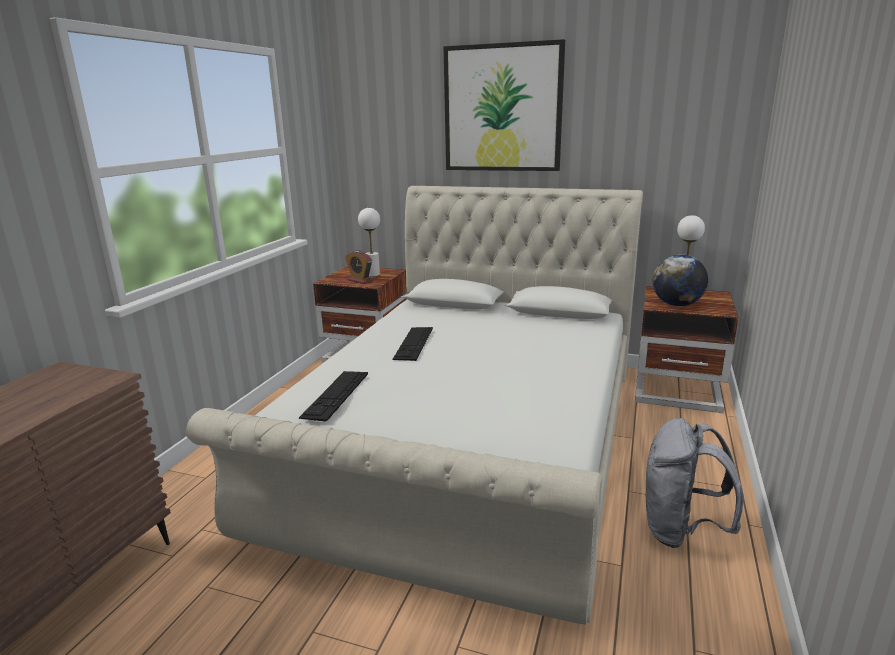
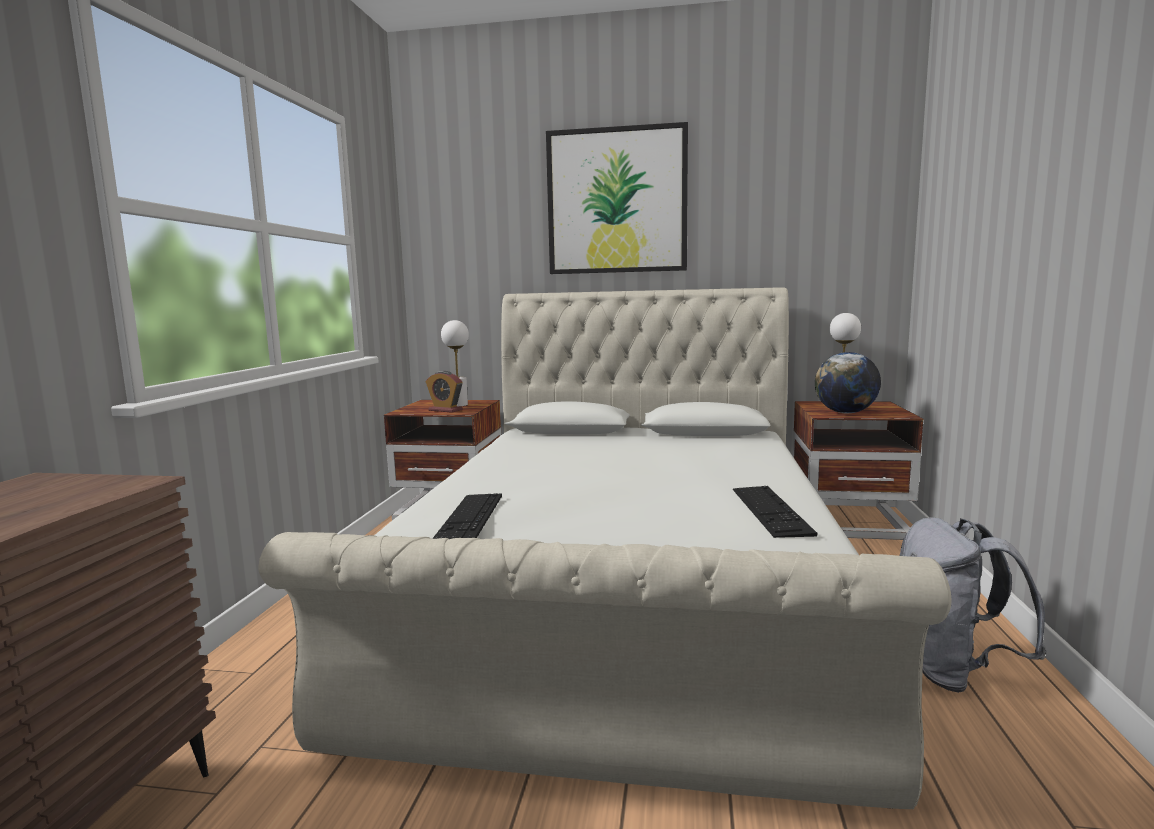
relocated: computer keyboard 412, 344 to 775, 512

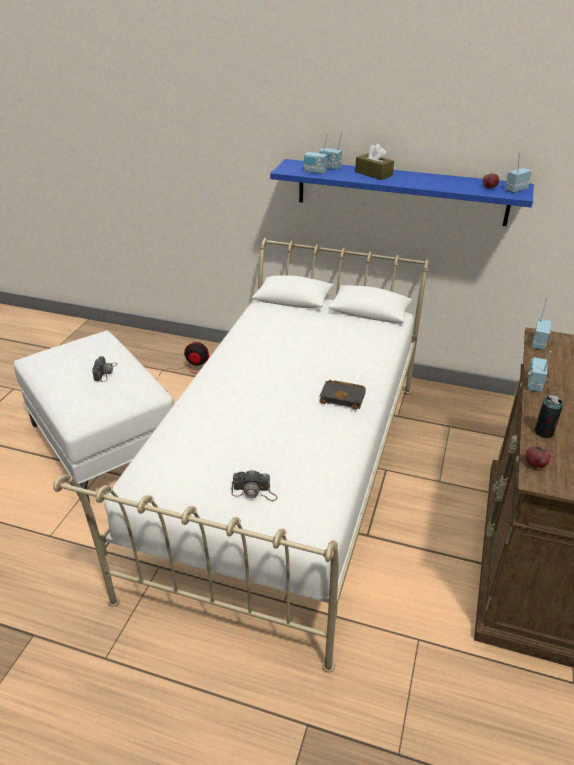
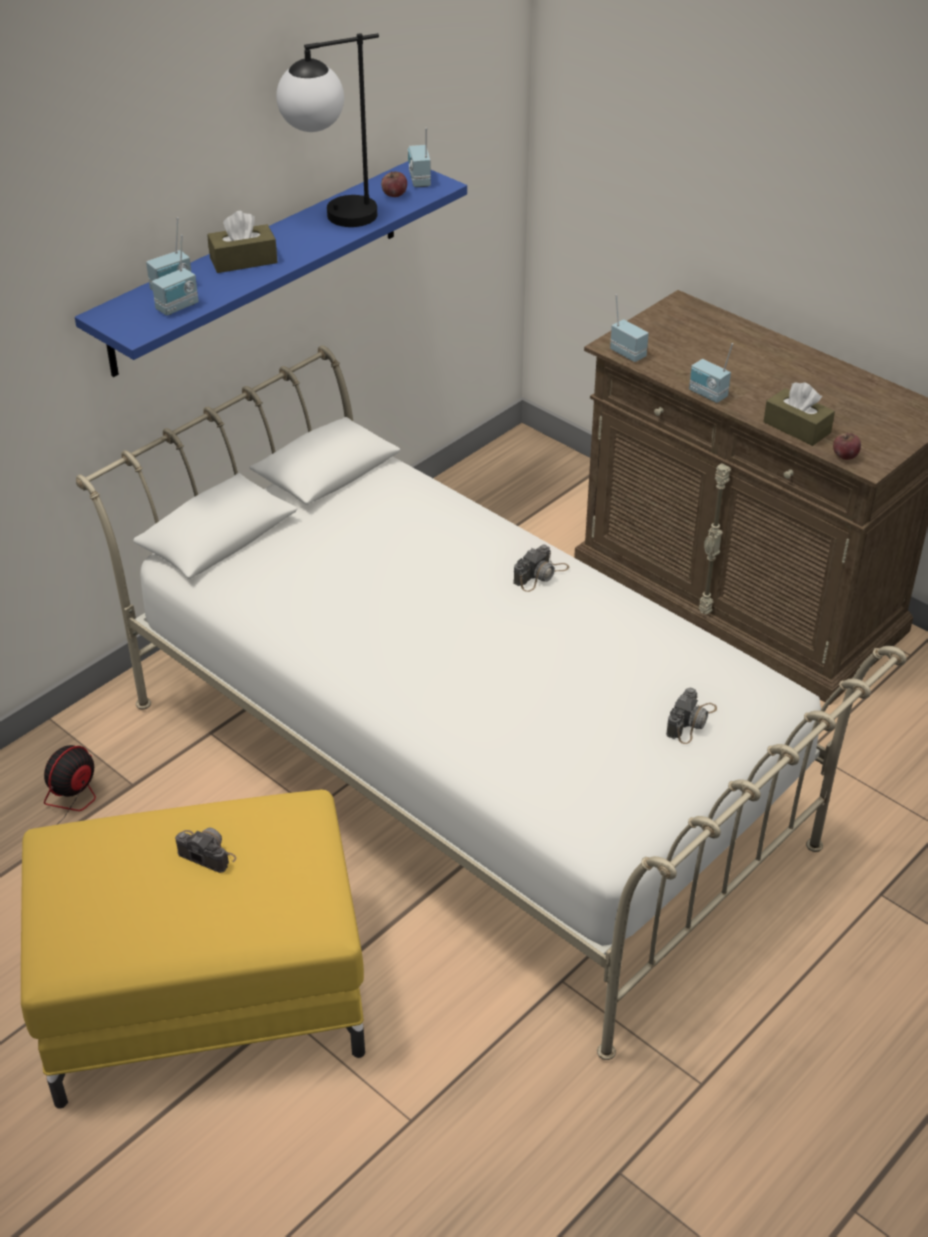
appeared: lamp for a table 327, 130
exchanged: black bound book 342, 395 to still camera 541, 568; sealed can 548, 416 to brown tissue holder 799, 414
colour: whitish footrest 93, 416 to yellow footrest 193, 949

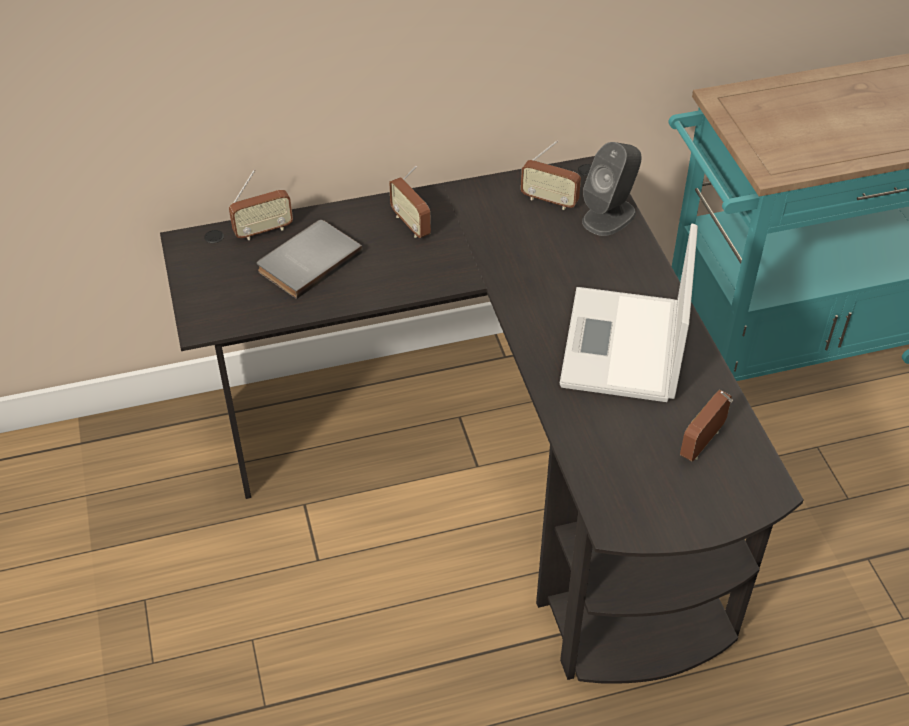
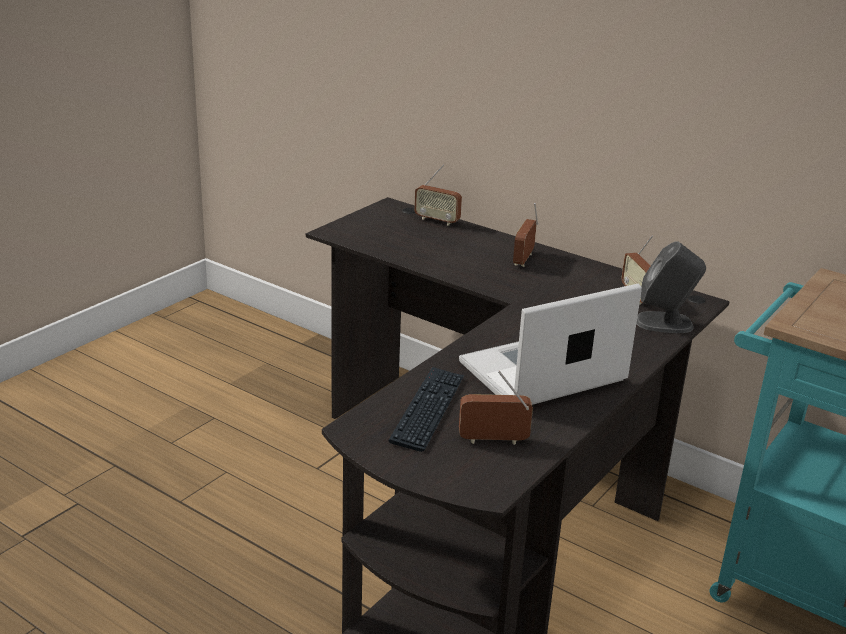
missing: grey bound book 310, 259
appeared: computer keyboard 426, 409

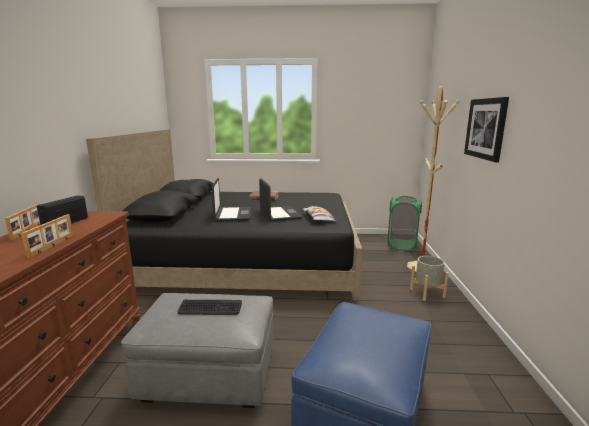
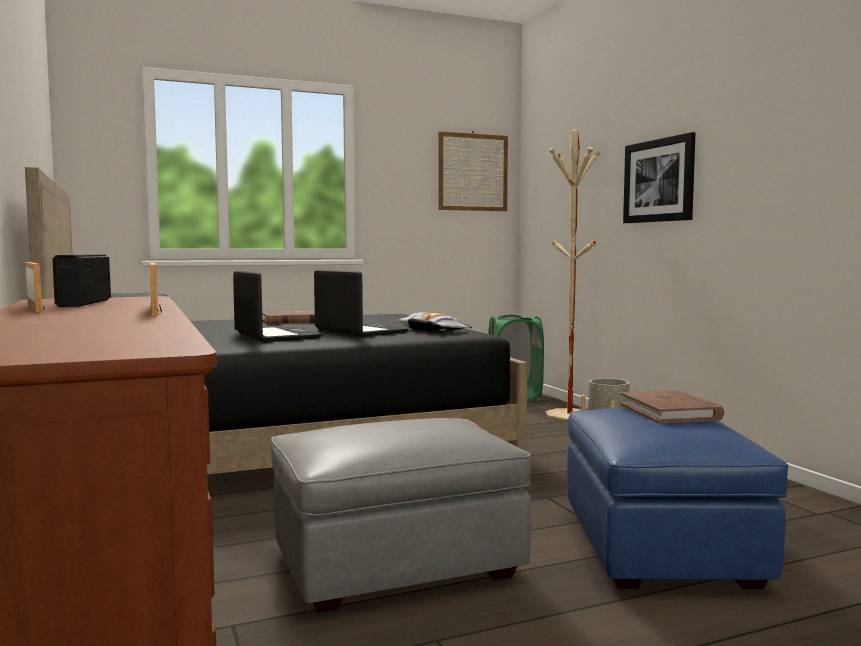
missing: computer keyboard 210, 307
appeared: picture 473, 171; brown bound book 672, 406

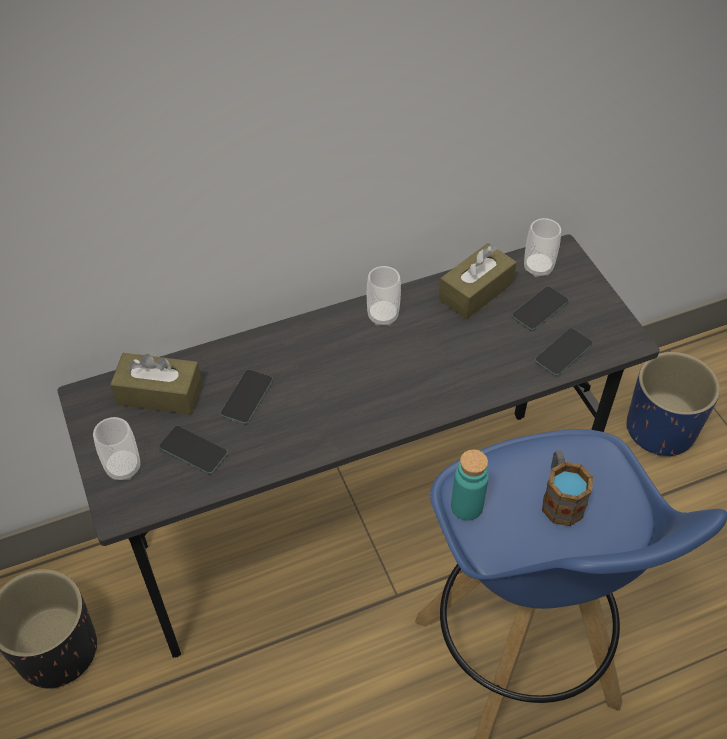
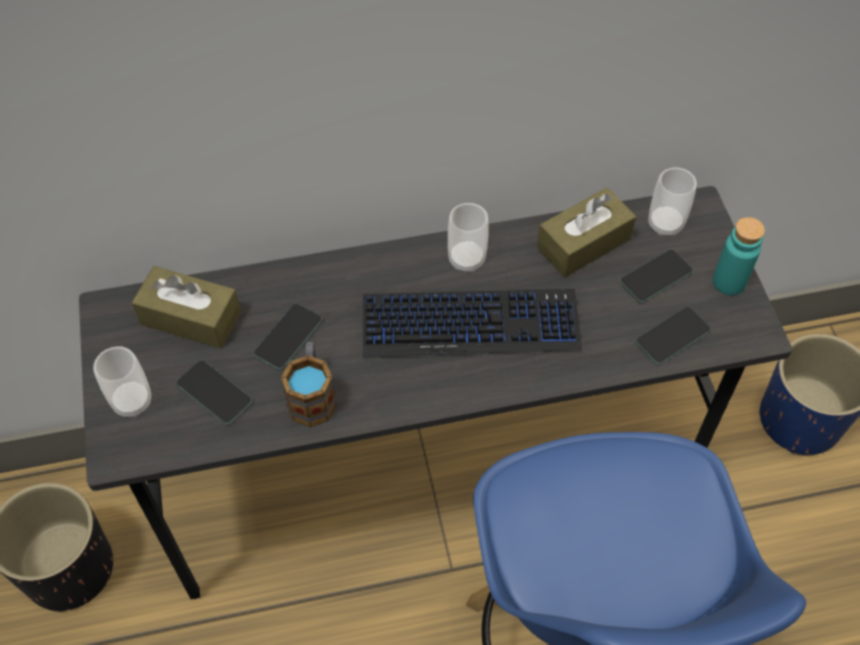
appeared: computer keyboard 472, 323
relocated: turquoise-coloured beverage bottle 470, 485 to 739, 256; mug 567, 488 to 309, 385

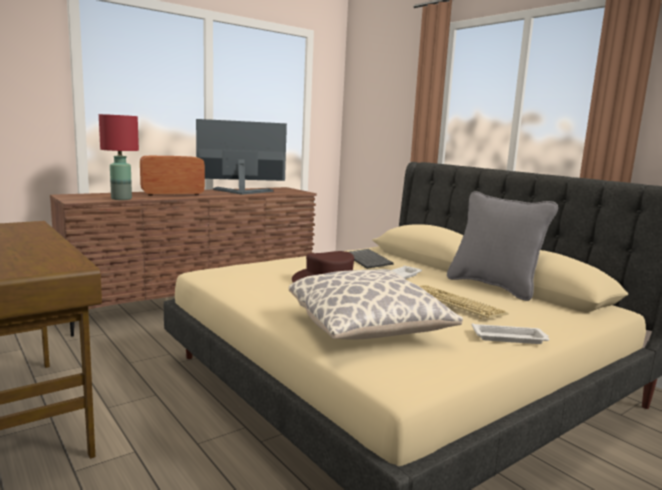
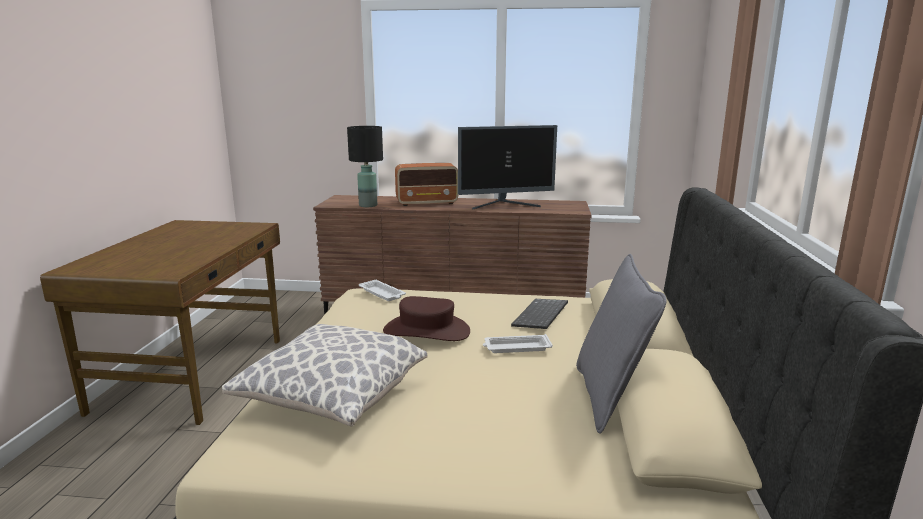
missing: computer keyboard 464, 302
relocated: whitish carrying tray 510, 333 to 382, 290
colour: red lamp for a table 119, 157 to black lamp for a table 365, 166
spun: radio receiver 172, 176 = 426, 184 150 degrees clockwise; monitor 241, 157 = 507, 167 135 degrees clockwise

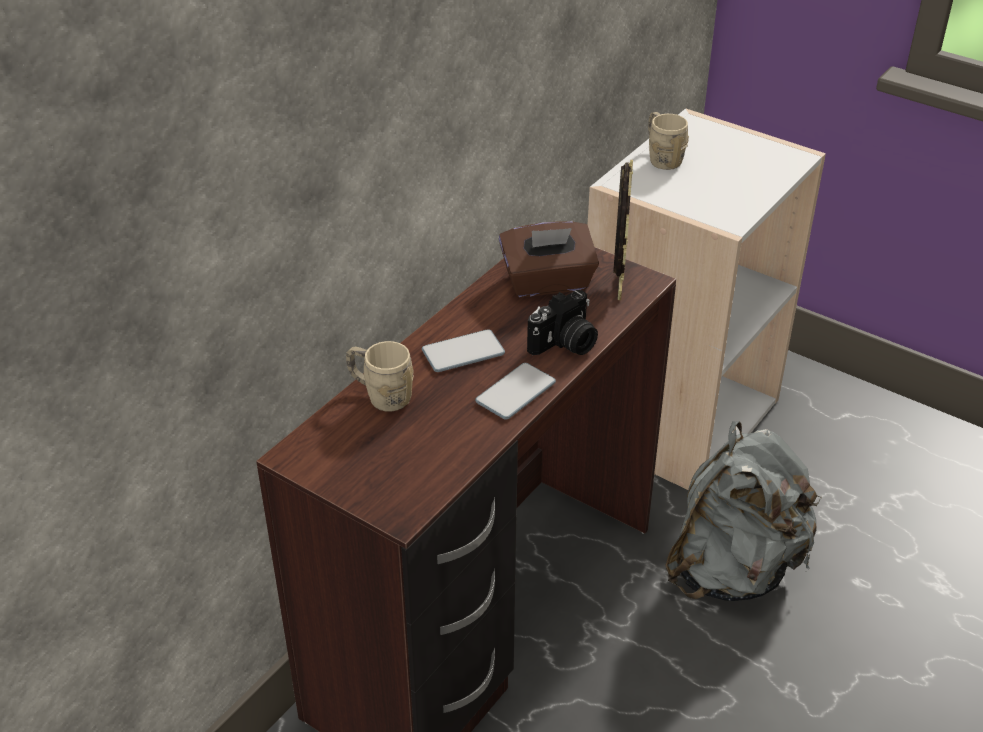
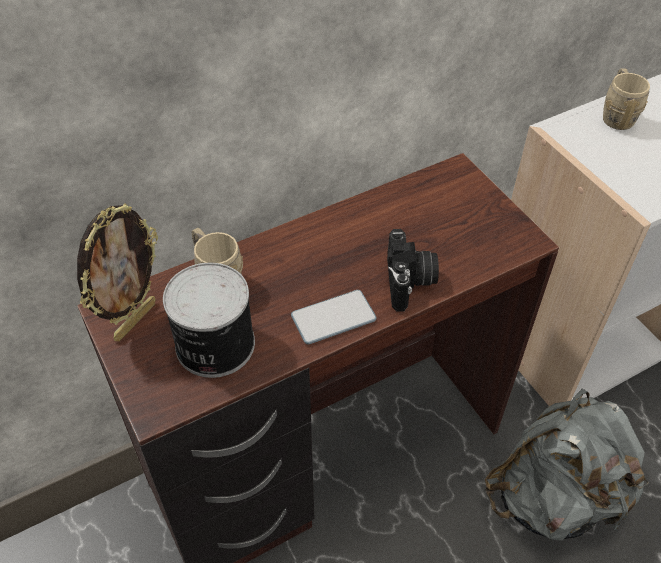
missing: handset 463, 350; brown tissue holder 549, 259
appeared: sealed can 209, 320
relocated: picture frame 623, 230 to 117, 272
spun: still camera 562, 322 = 413, 270 75 degrees counterclockwise

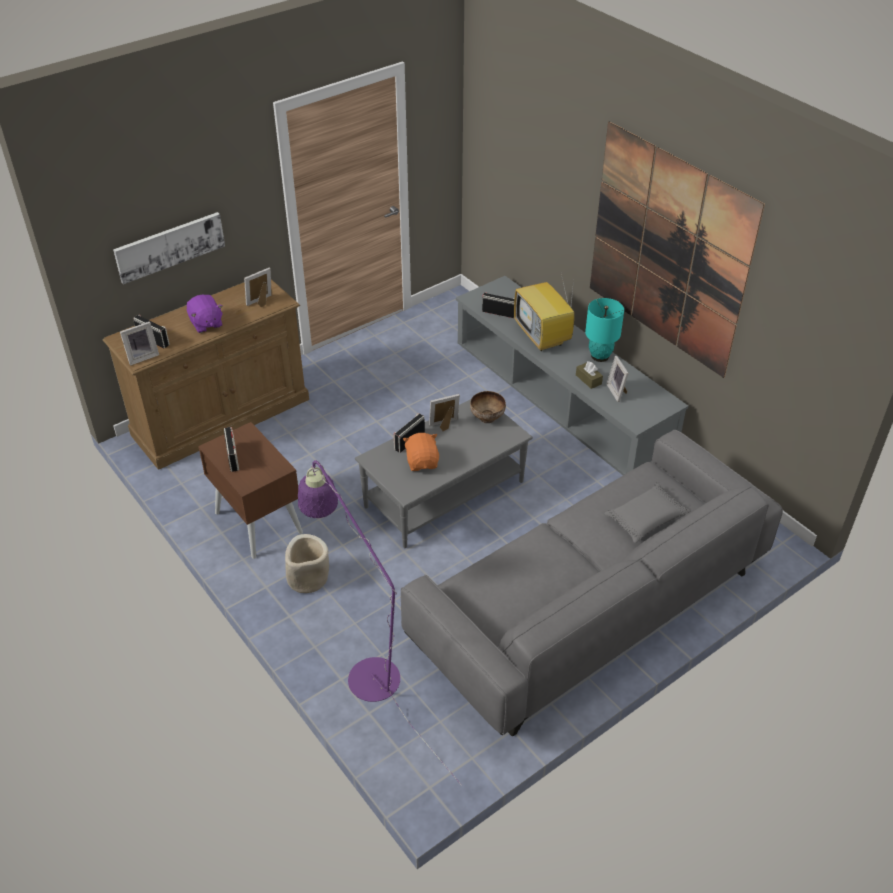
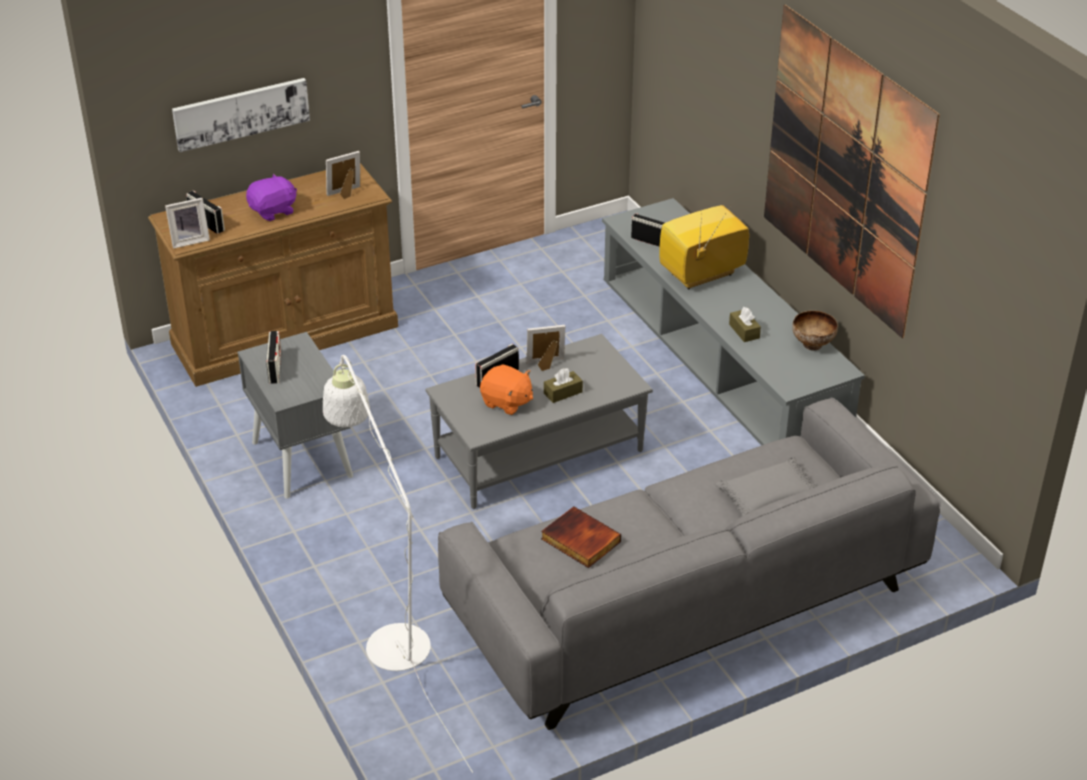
missing: beige flower pot 307, 563; turquoise-coloured lamp for a table 604, 330; picture frame 618, 379
appeared: bound book 581, 537; brown tissue holder 563, 385
relocated: bowl 488, 407 to 815, 331
colour: brown night table 250, 490 to grey night table 295, 415; purplish floor lamp 379, 622 to whitish floor lamp 398, 564
spun: purplish plush toy 205, 314 = 271, 197 105 degrees counterclockwise; orangey plush toy 421, 452 = 506, 389 120 degrees clockwise; television 544, 312 = 704, 247 75 degrees clockwise

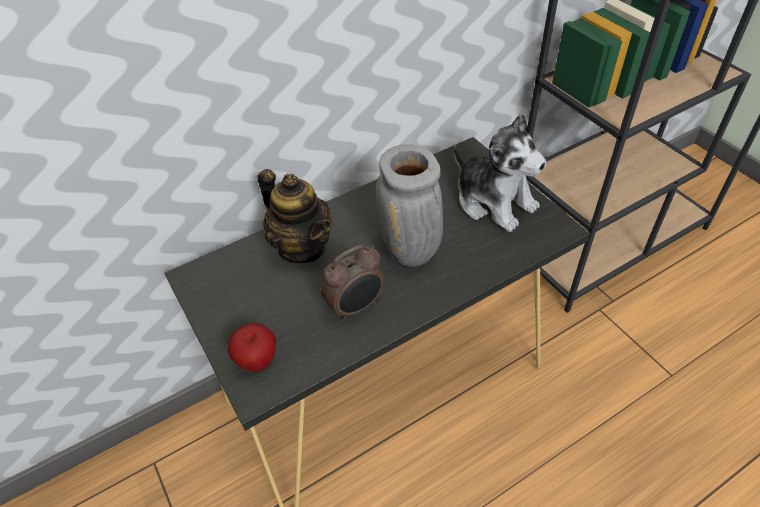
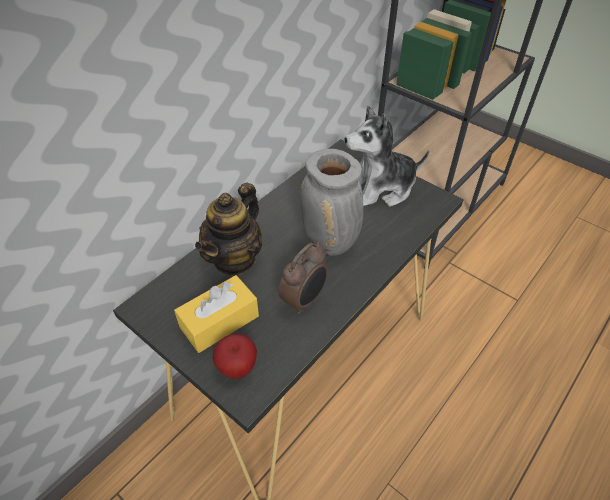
appeared: yellow tissue holder 216, 314
spun: tea pot 294, 216 = 228, 229 90 degrees clockwise; plush toy 499, 172 = 387, 156 135 degrees clockwise

